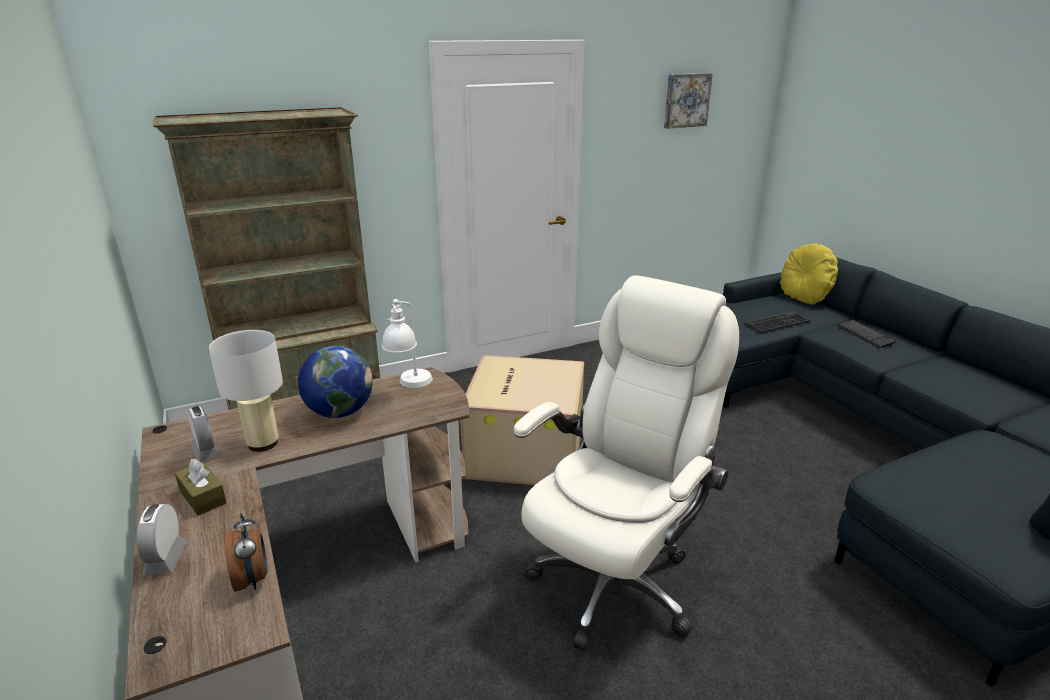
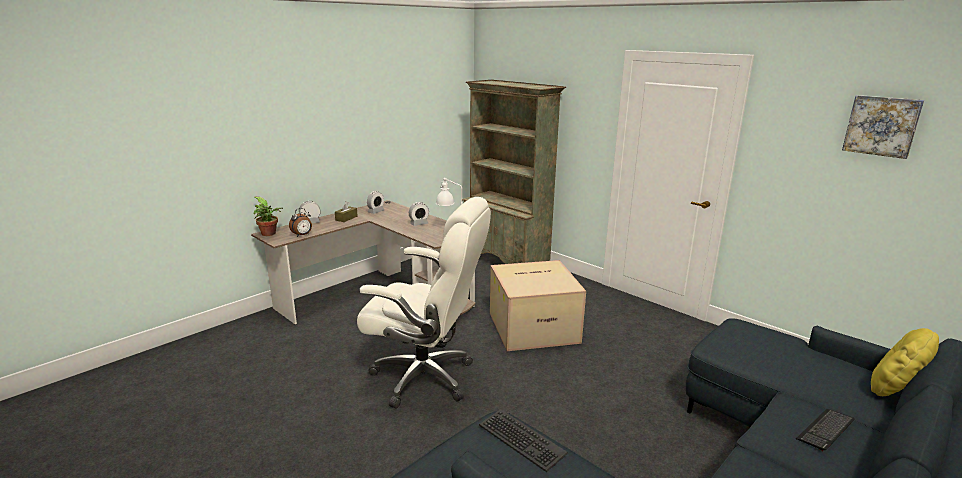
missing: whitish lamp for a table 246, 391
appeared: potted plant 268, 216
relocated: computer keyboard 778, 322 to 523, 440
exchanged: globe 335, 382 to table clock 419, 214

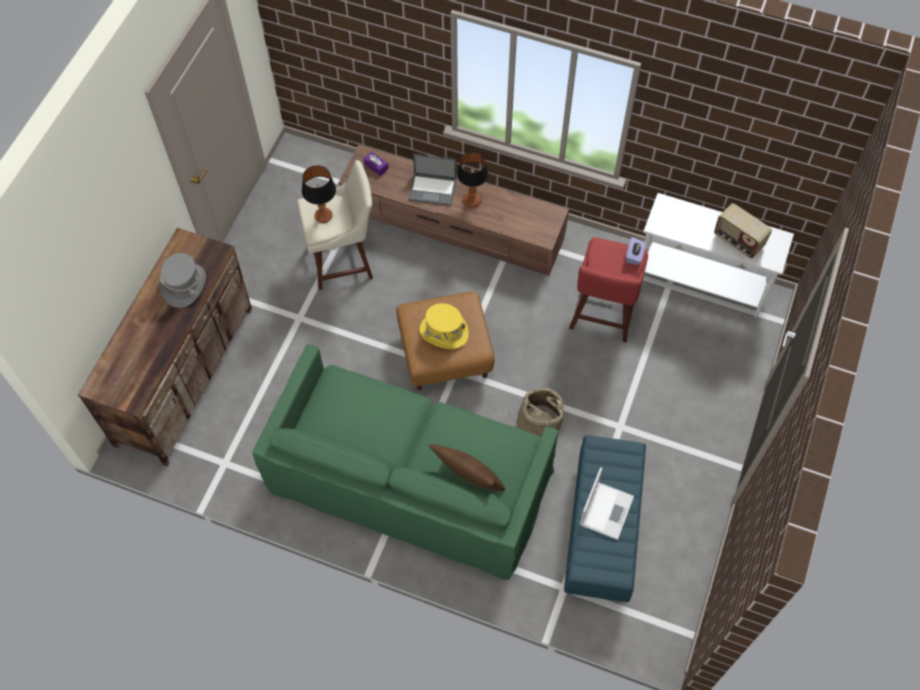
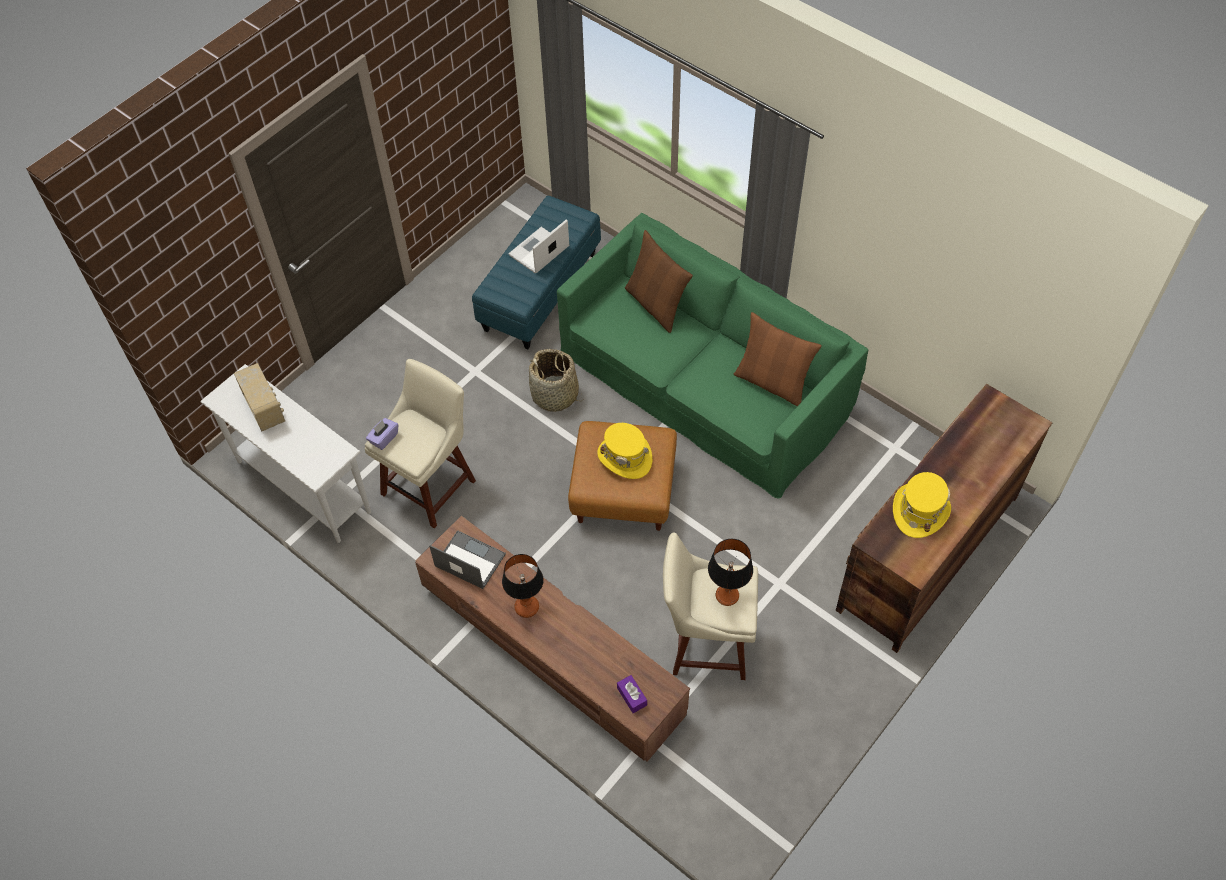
appeared: brown pillow 778, 359
relocated: portable computer 432, 180 to 467, 559
colour: grey hat 182, 280 to yellow hat 922, 505; red stool seat 608, 290 to beige stool seat 420, 443

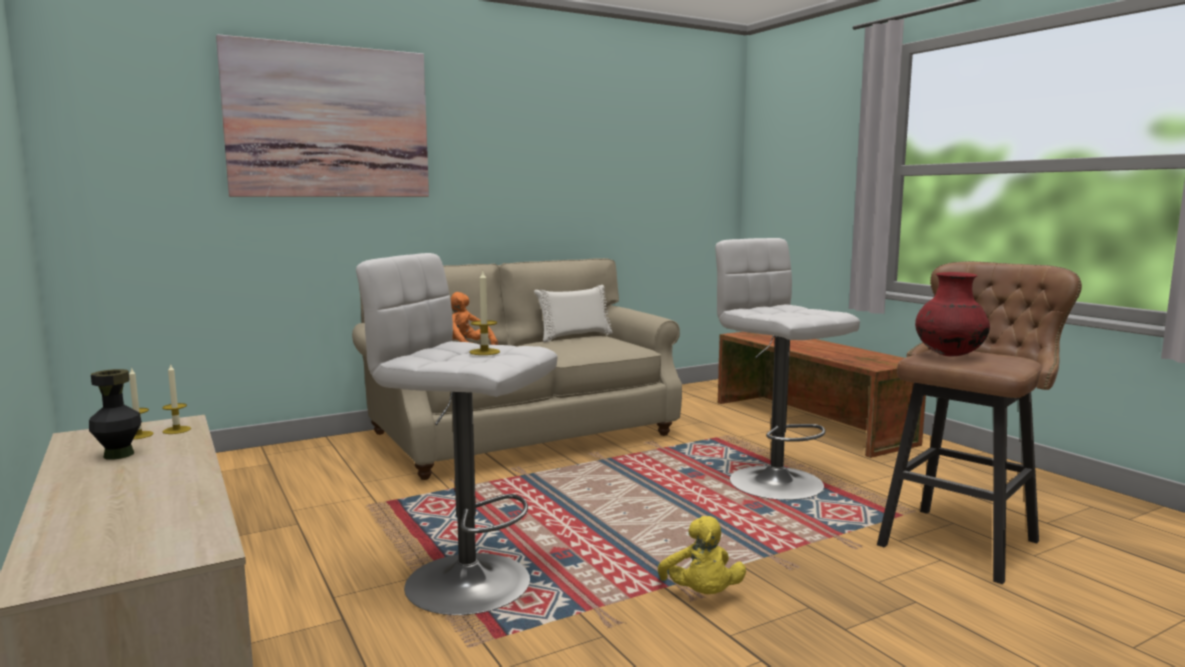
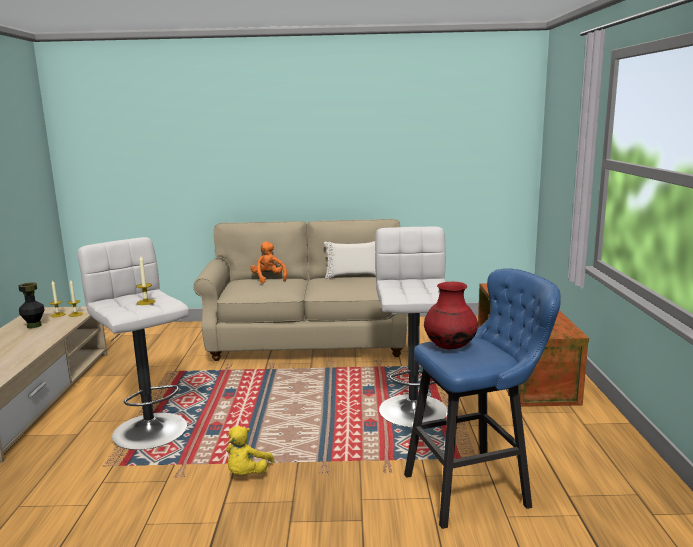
missing: picture 322, 115
colour: brown stool seat 979, 422 to blue stool seat 482, 398

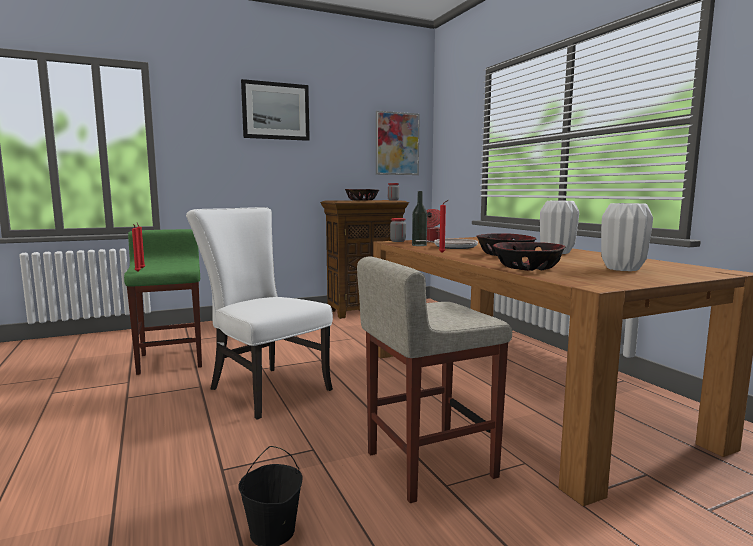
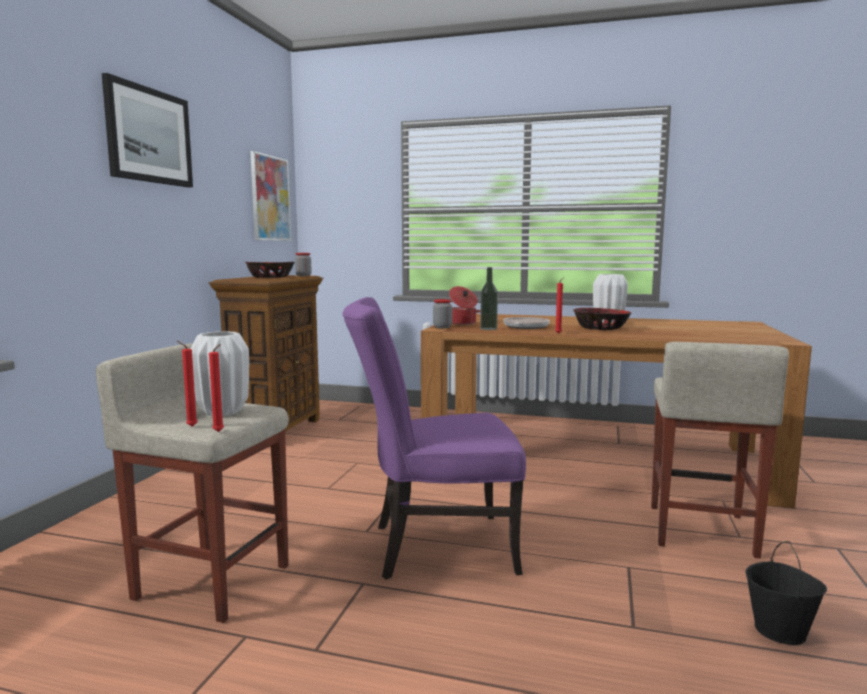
missing: bowl 529, 256
relocated: whitish vase 627, 237 to 220, 373
colour: greenish stool seat 163, 302 to beige stool seat 192, 483; whitish upright chair 259, 313 to purplish upright chair 434, 438

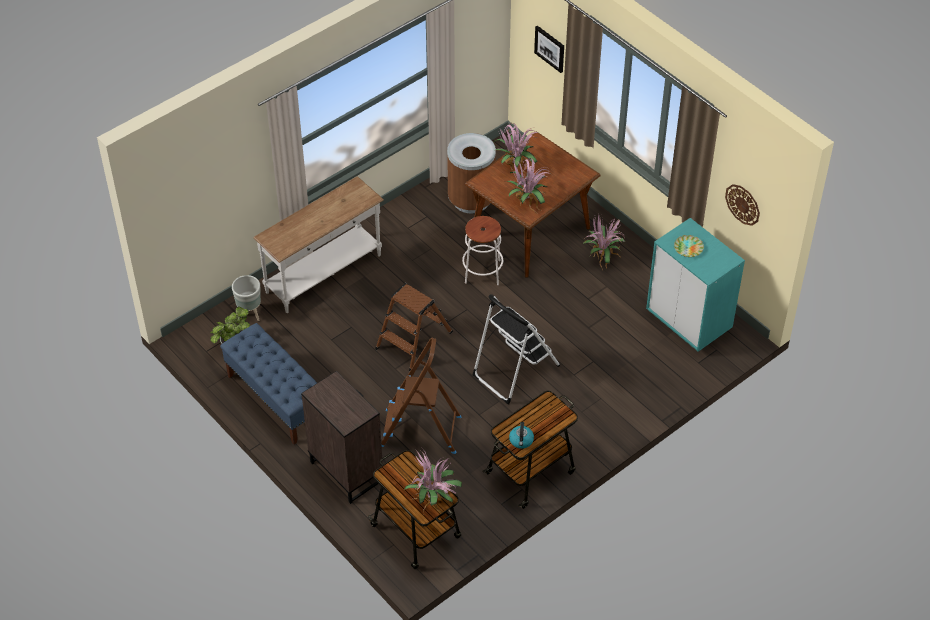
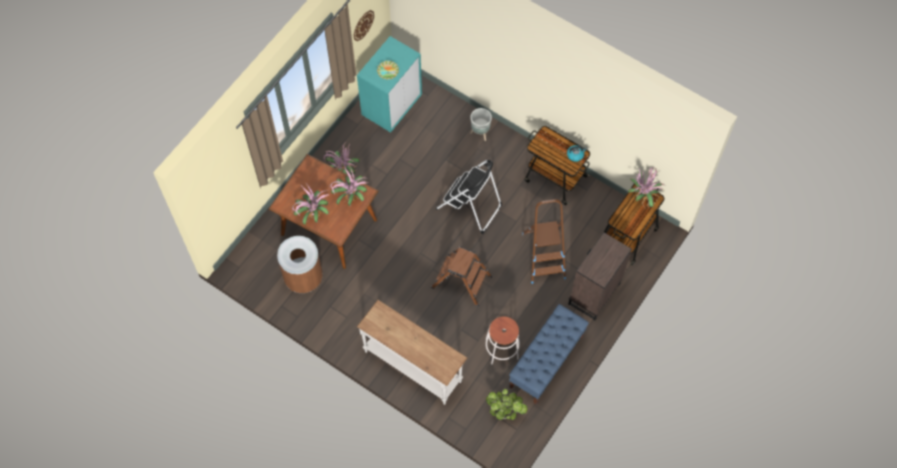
missing: picture 549, 49
relocated: grey flower pot 246, 298 to 481, 124; whitish stool seat 482, 250 to 503, 340

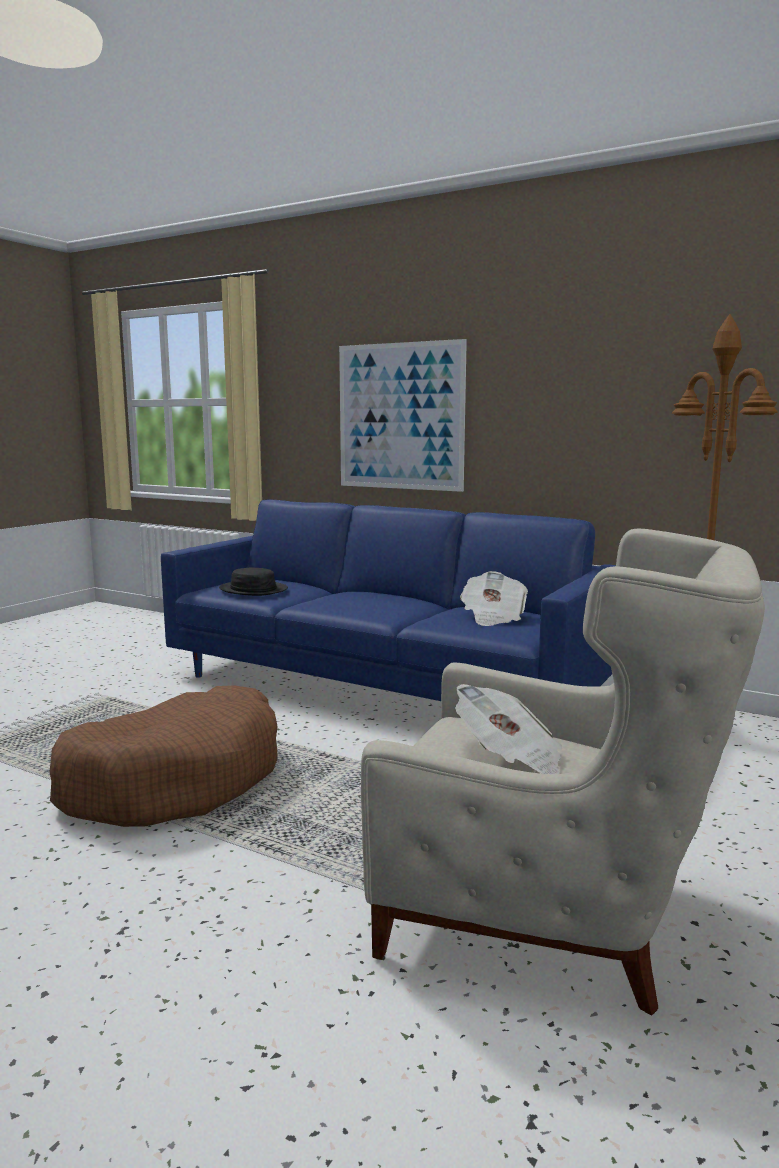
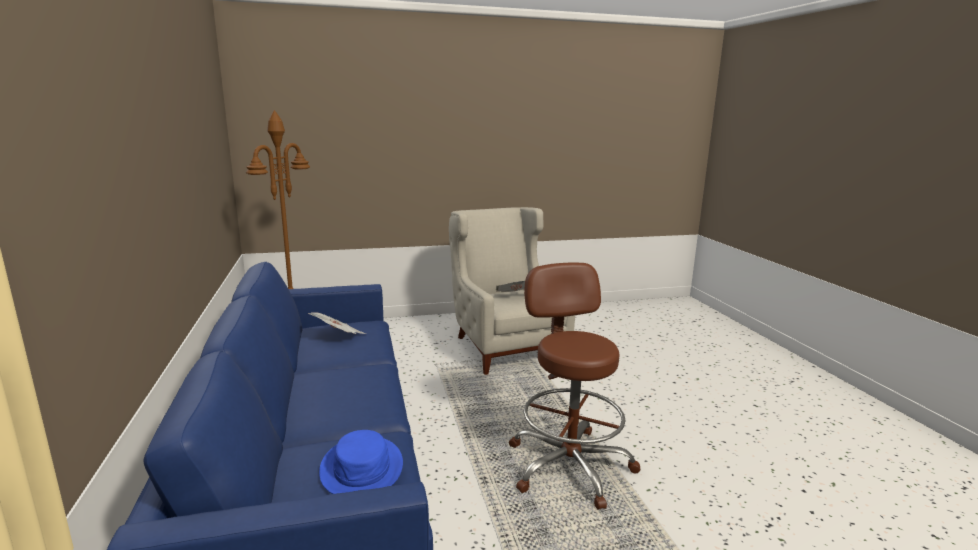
missing: picture 403, 415
exchanged: brown dog bed 164, 756 to brown stool seat 575, 386
colour: black hat 253, 582 to blue hat 361, 462

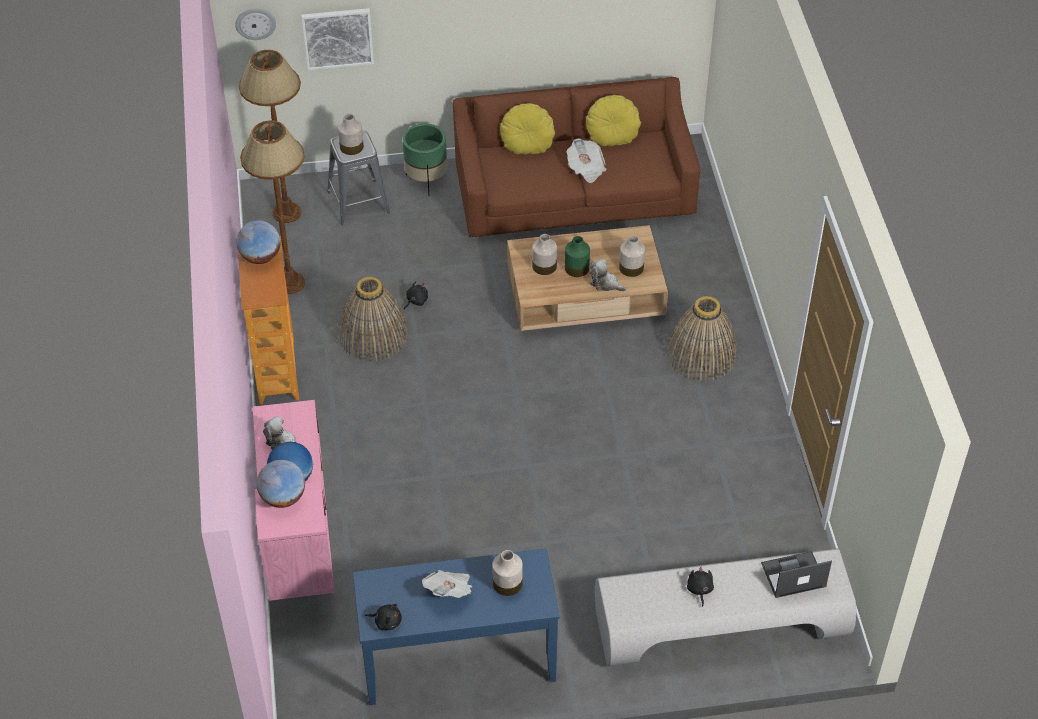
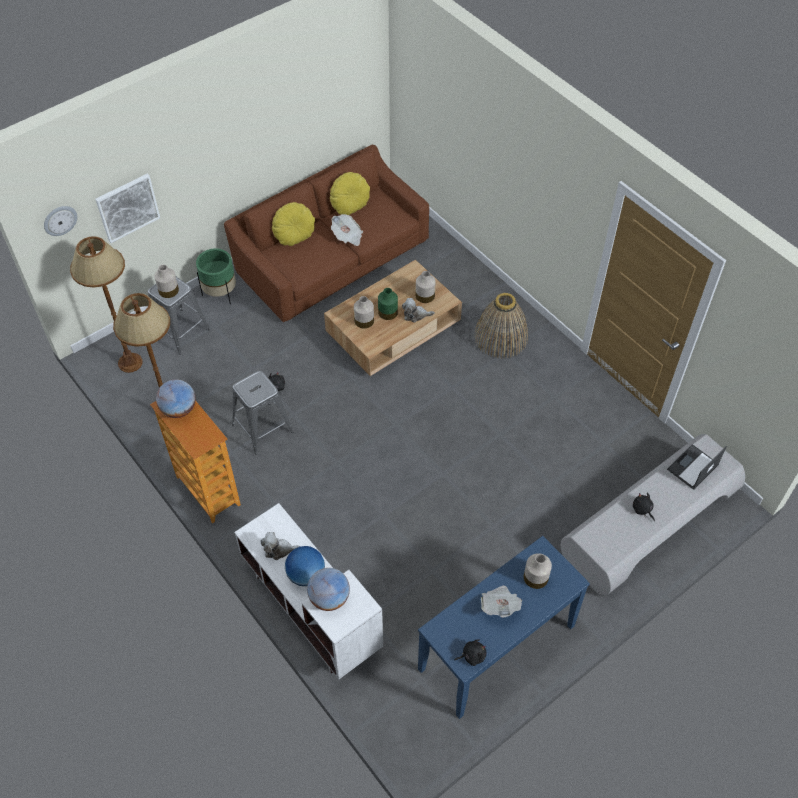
exchanged: storage basket 373, 319 to grey stool seat 262, 412
colour: pink-coloured media console 293, 500 to whitish media console 308, 591

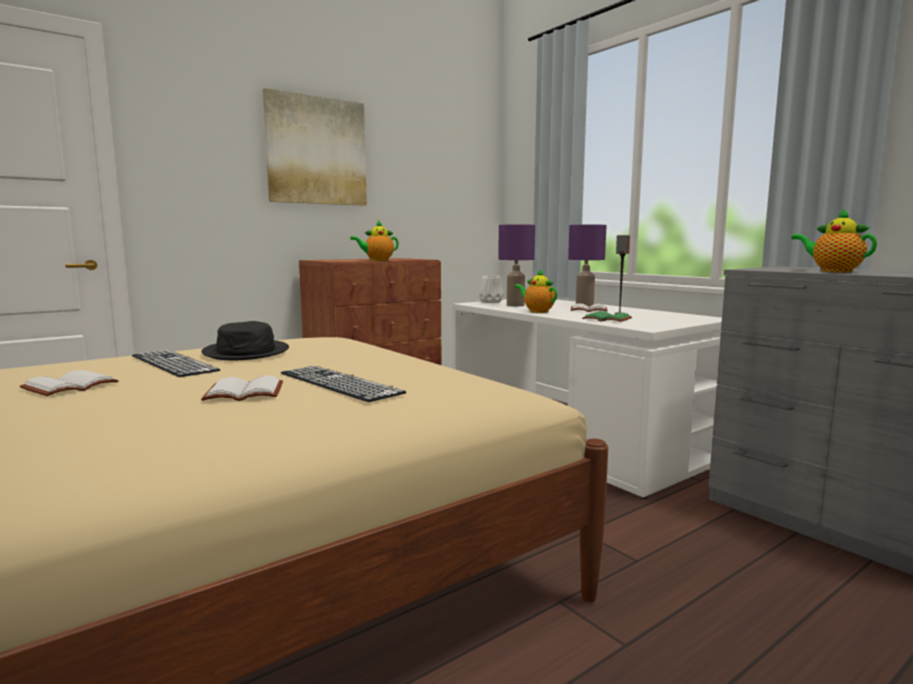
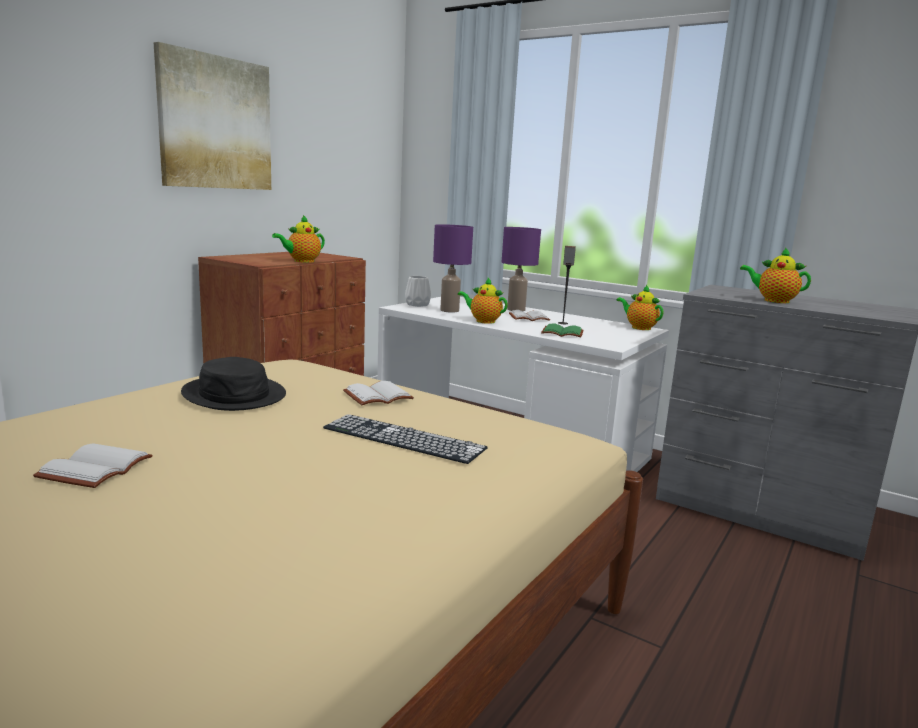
missing: computer keyboard 176, 363
appeared: tea pot 640, 307
relocated: whitish bound book 242, 388 to 378, 393

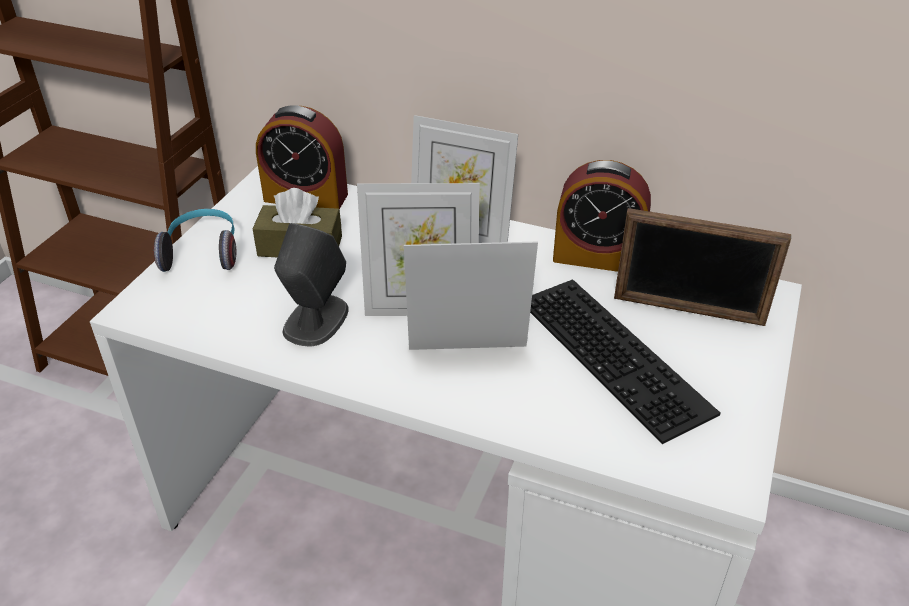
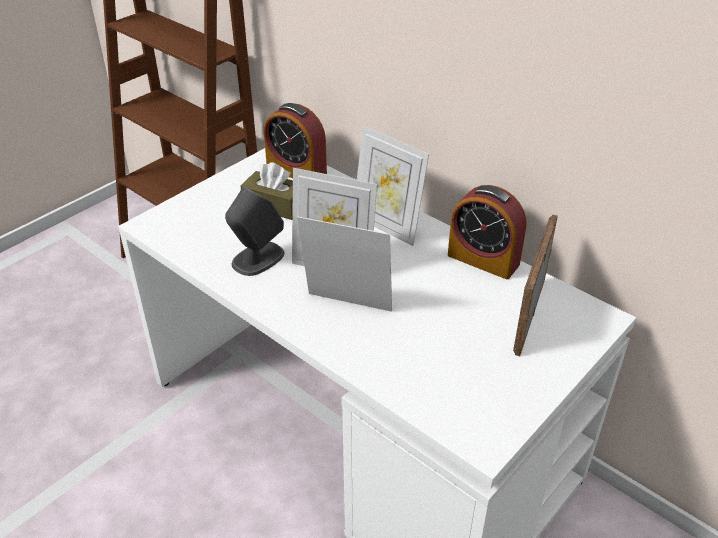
missing: headset 194, 240; computer keyboard 625, 361
spun: picture frame 703, 267 = 535, 285 75 degrees clockwise

